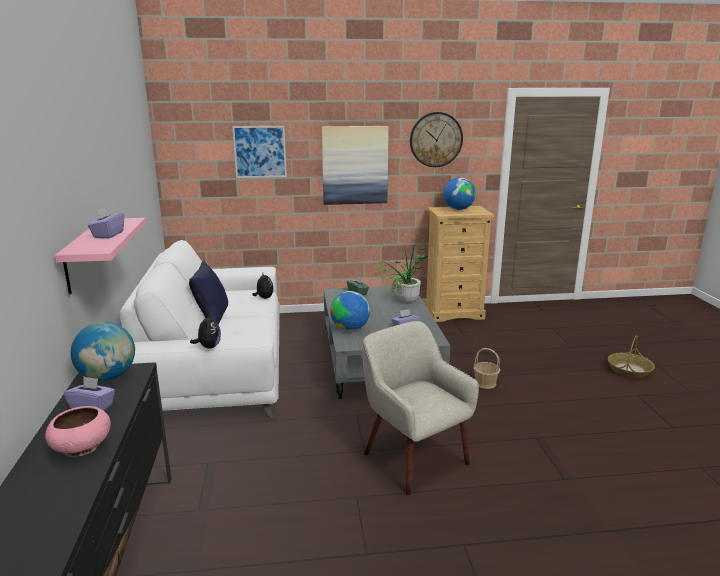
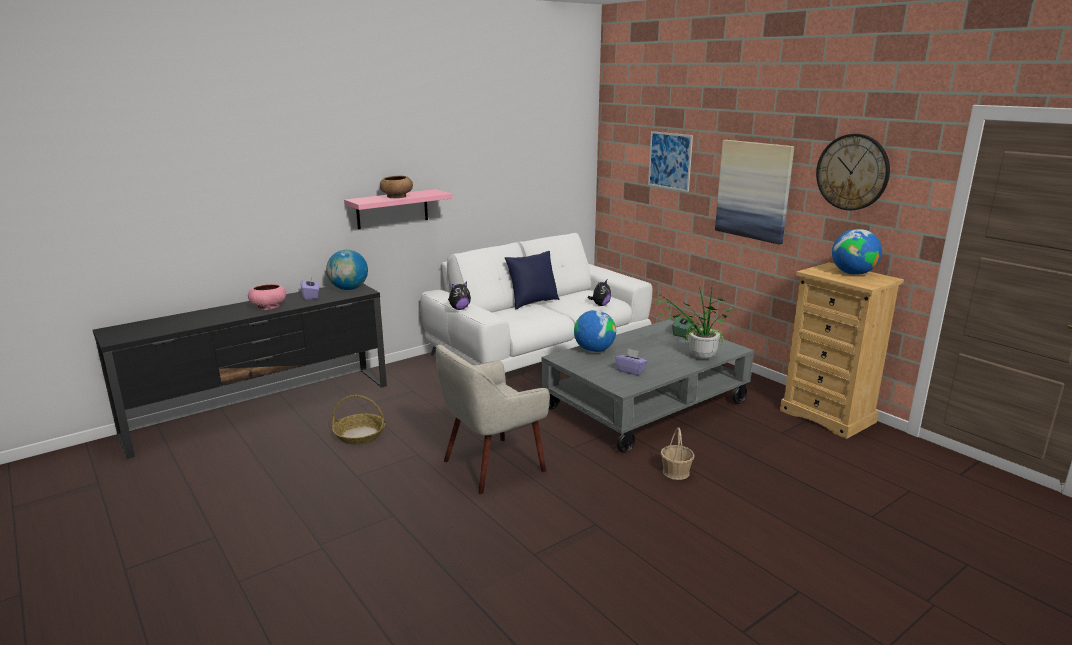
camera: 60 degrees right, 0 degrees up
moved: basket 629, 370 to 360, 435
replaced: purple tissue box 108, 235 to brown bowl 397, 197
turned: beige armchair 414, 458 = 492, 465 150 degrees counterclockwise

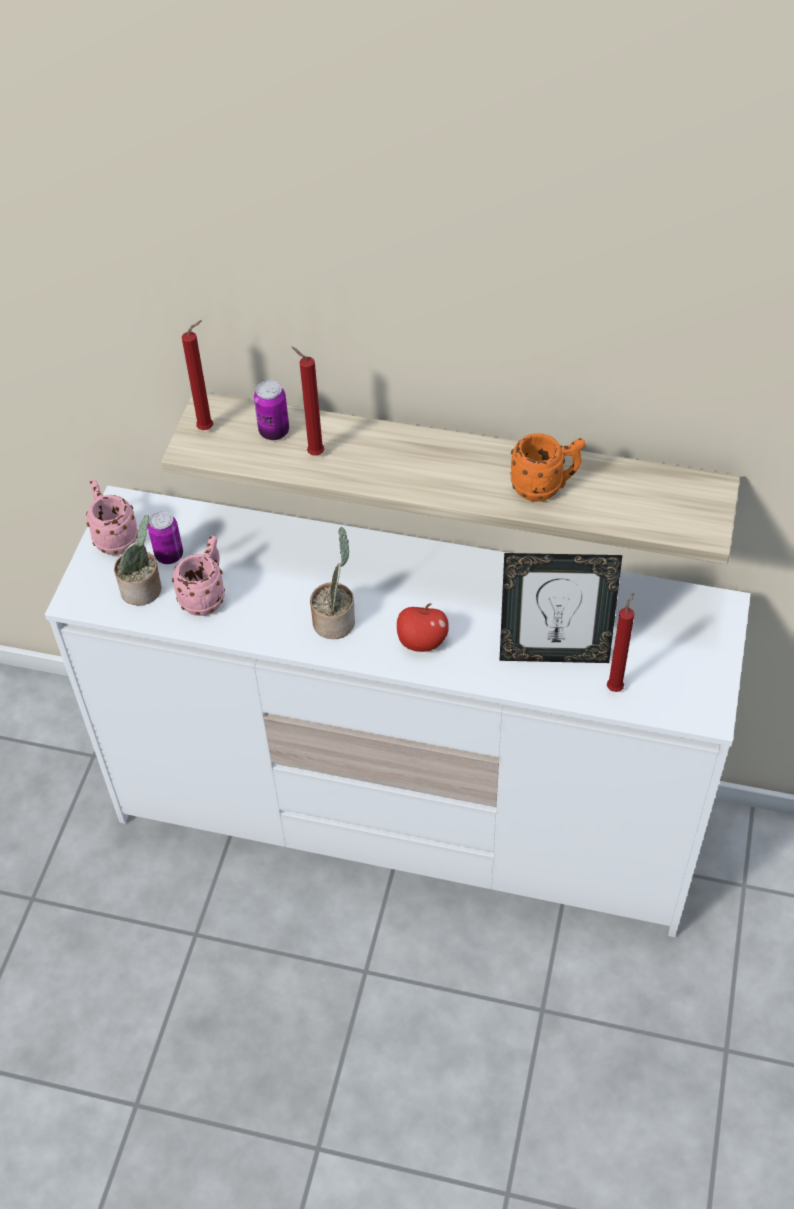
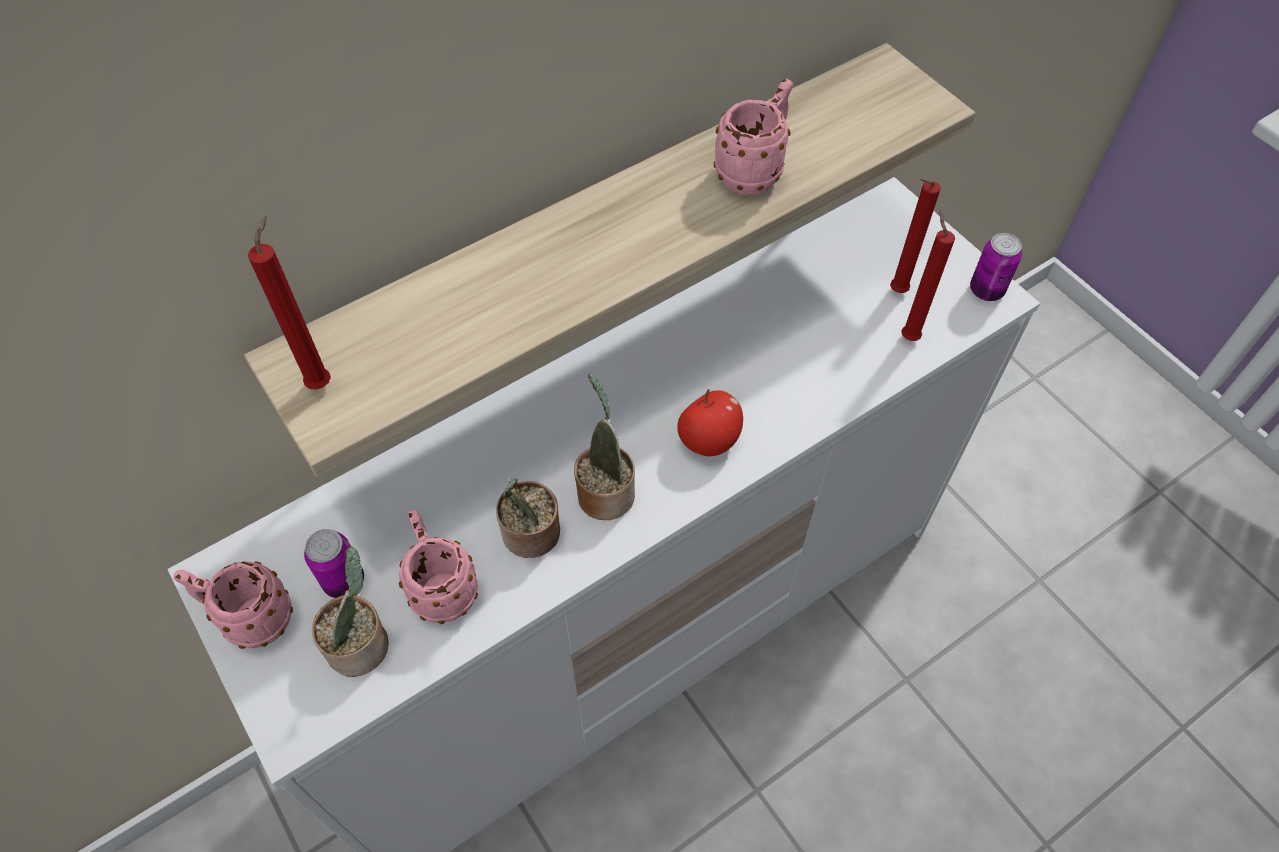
camera: 50 degrees left, 5 degrees up
removed: picture frame 554, 654
added: potted plant 530, 536
moved: red candle 313, 453 to 895, 292; can 274, 432 to 986, 290
recoloured: orange mug 545, 487 to pink mug 754, 171

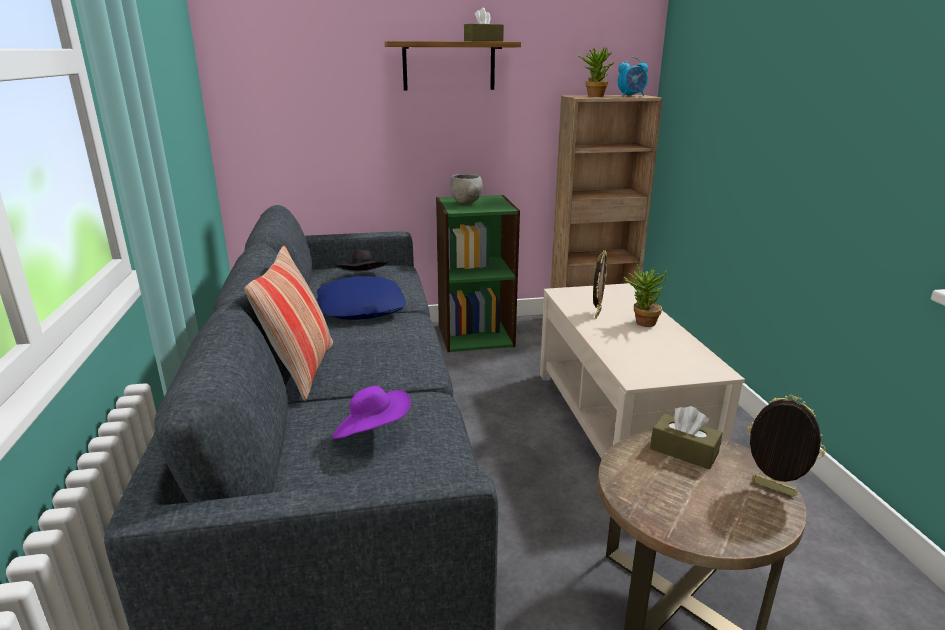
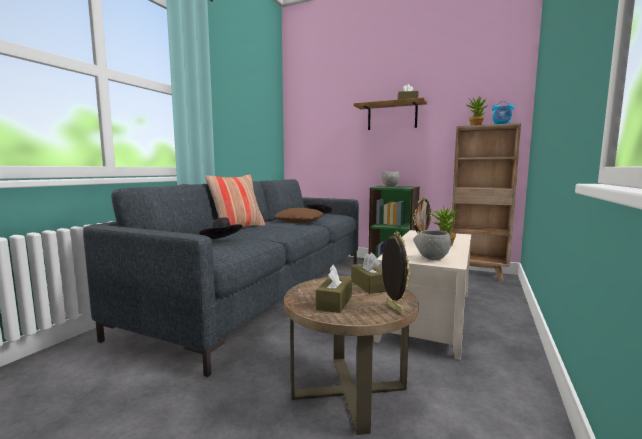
camera: 35 degrees right, 15 degrees down
added: brown tissue box 334, 302; grey bowl 431, 259
recoloured: purple hat 372, 433 to black hat 222, 242; blue pillow 362, 308 to brown pillow 300, 221

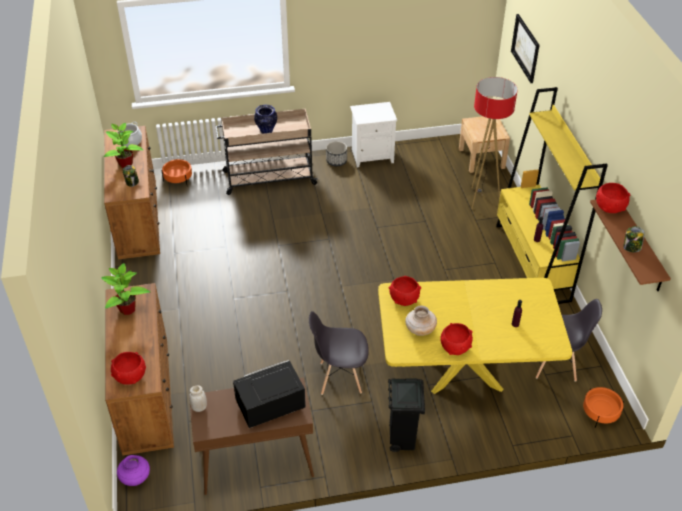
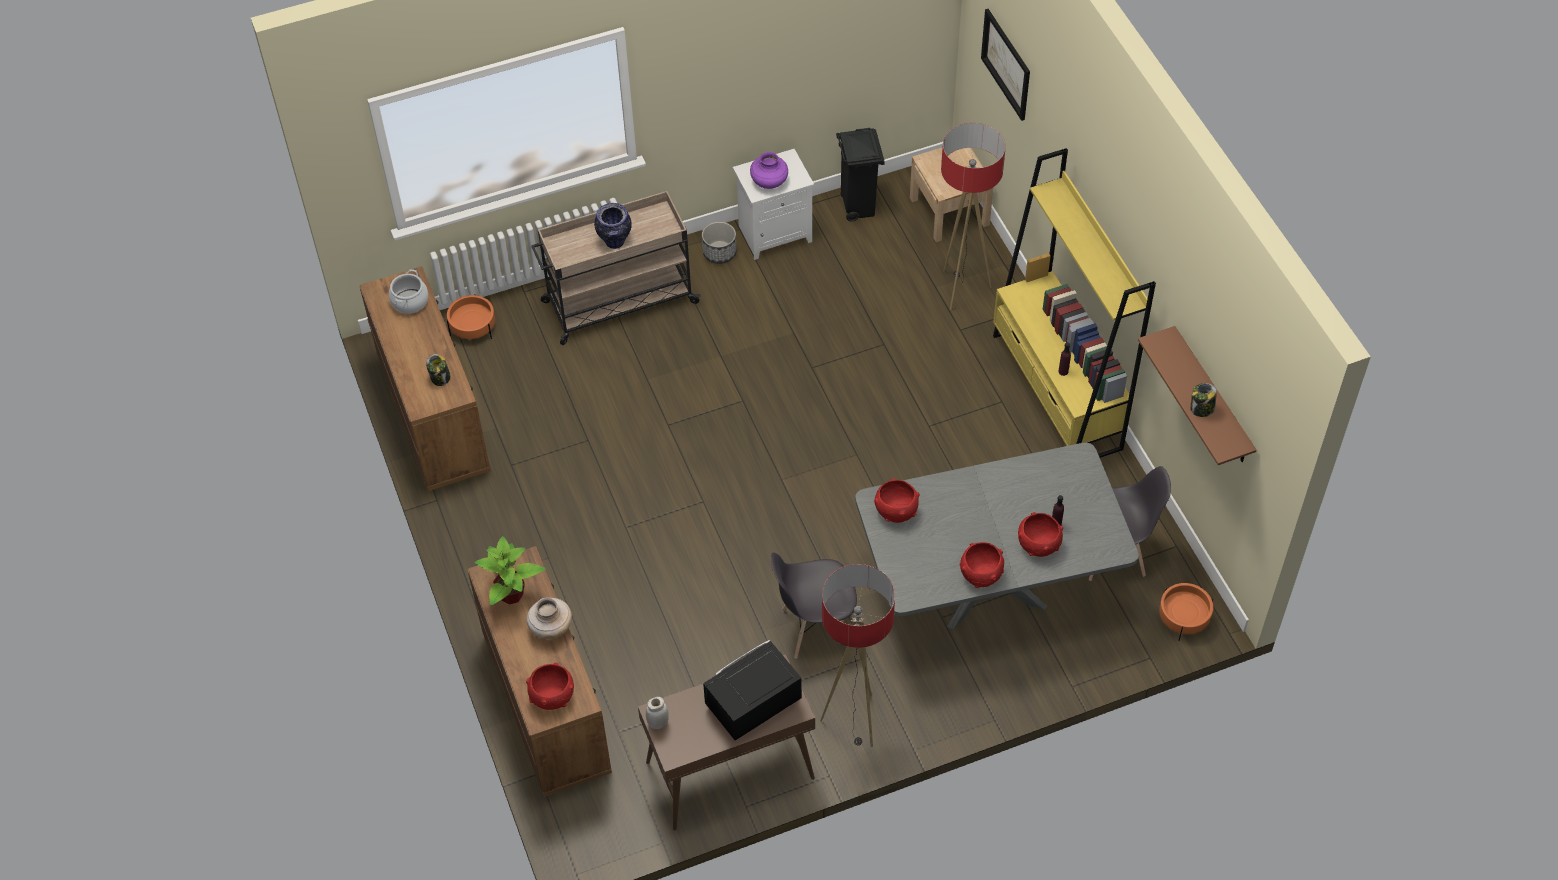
camera: 10 degrees left, 10 degrees up
removed: potted plant 125, 164
added: floor lamp 854, 721
moved: beige vase 420, 330 to 550, 628; purple vase 135, 478 to 769, 182; black trash can 402, 439 to 858, 207; red bowl 609, 208 to 1038, 545
recoloured: yellow dining table 463, 373 to grey dining table 987, 591

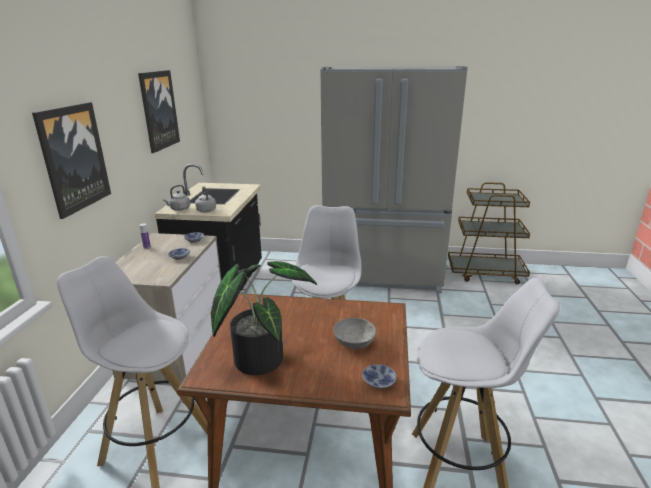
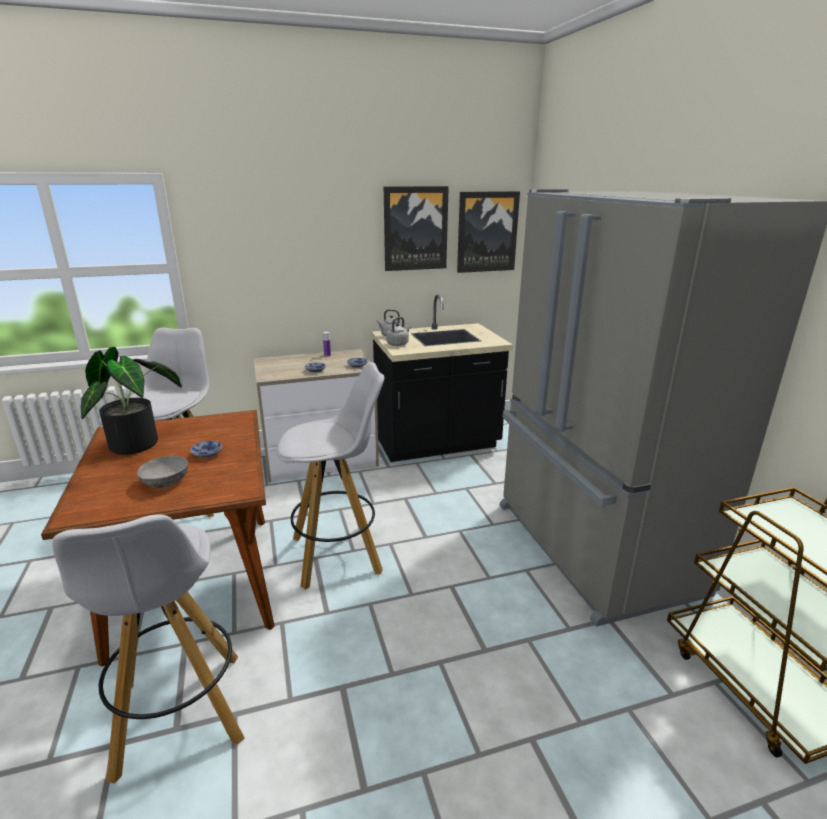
camera: 65 degrees right, 0 degrees up
moved: bowl 378, 382 to 206, 454; picture 73, 158 to 487, 232

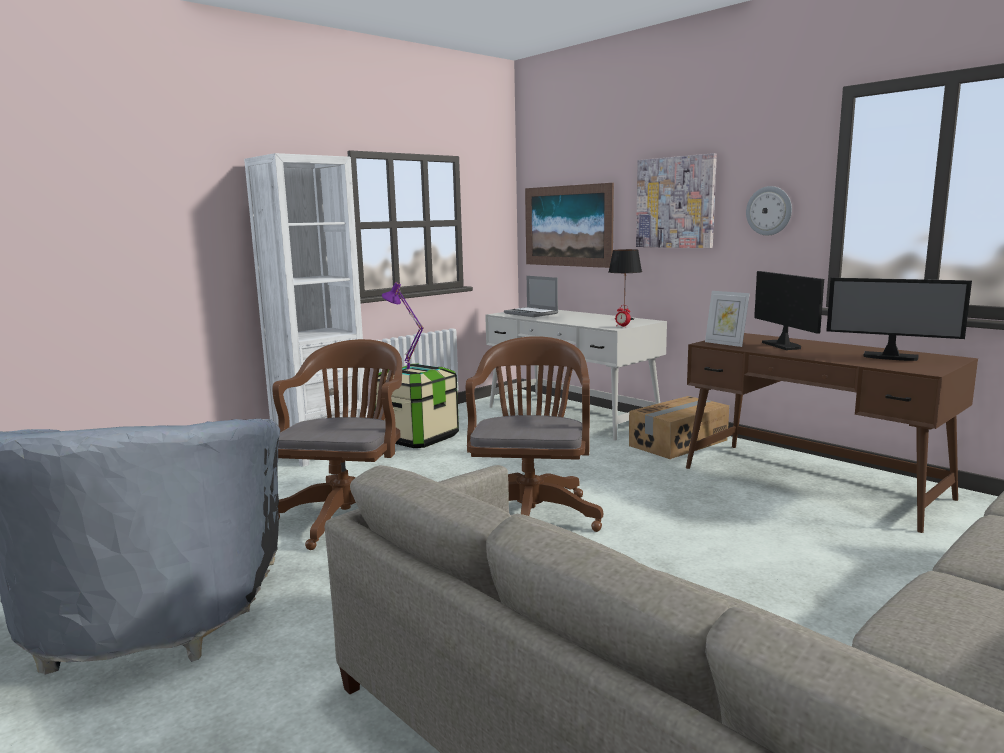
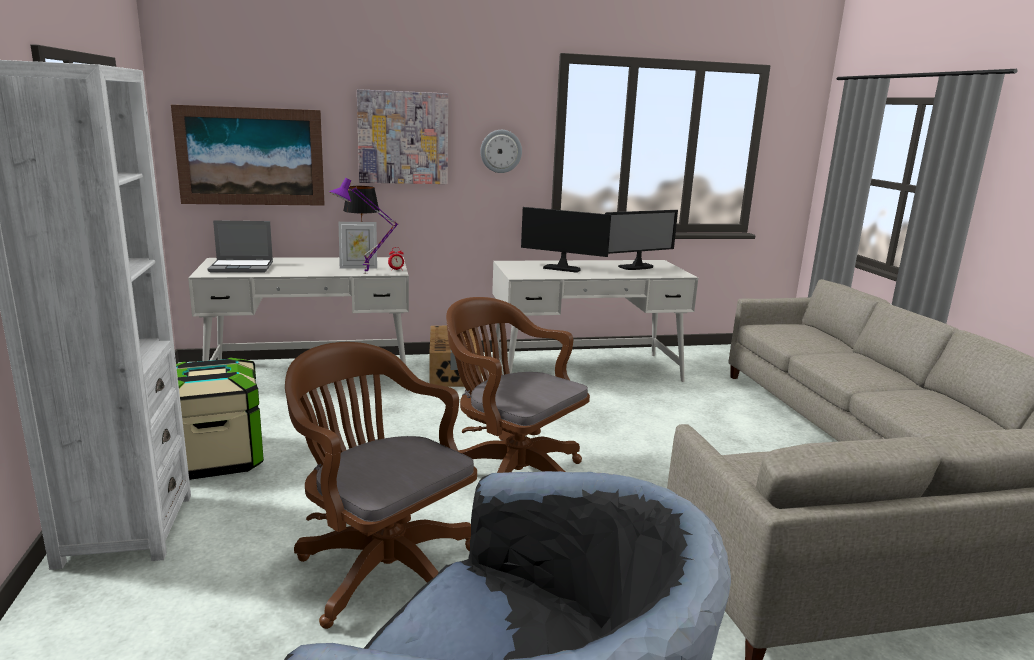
camera: 60 degrees left, 5 degrees up
moved: purple table lamp 406, 371 to 366, 274; picture frame 725, 343 to 358, 267
recoloured: brown desk 812, 483 to white desk 586, 371

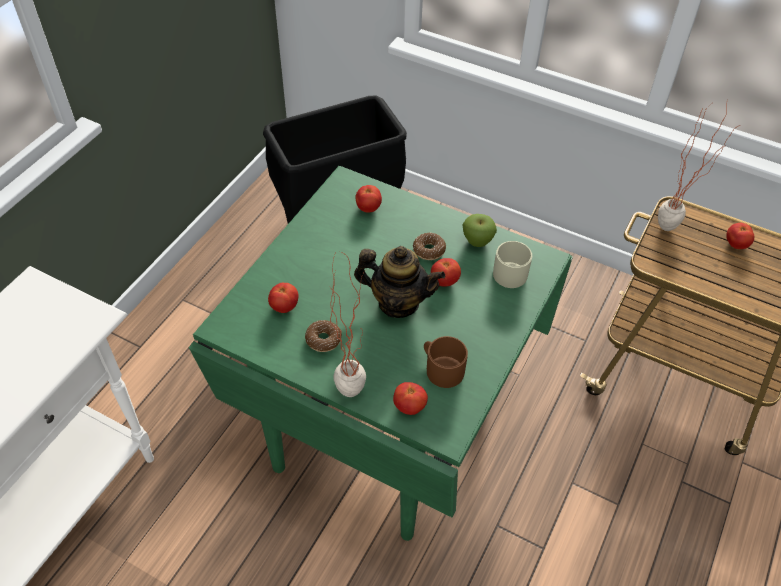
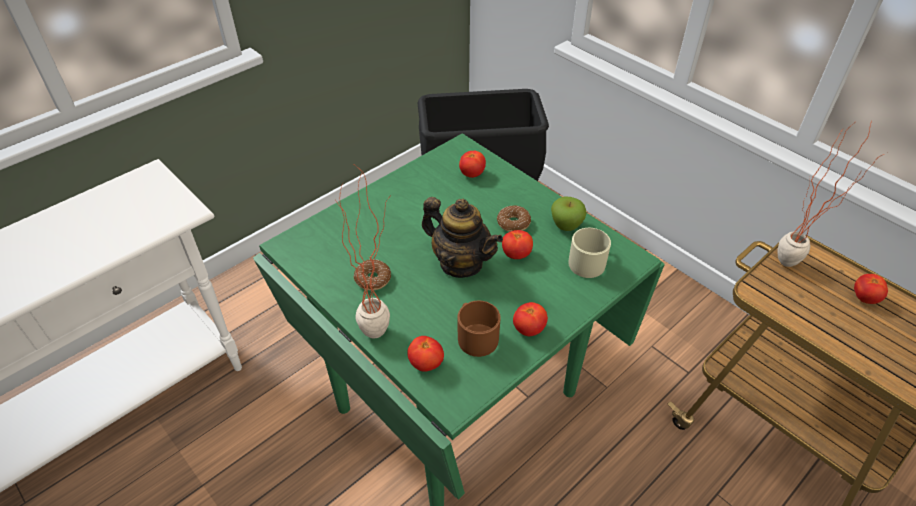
camera: 20 degrees right, 5 degrees down
moved: tomato 284, 306 to 528, 329

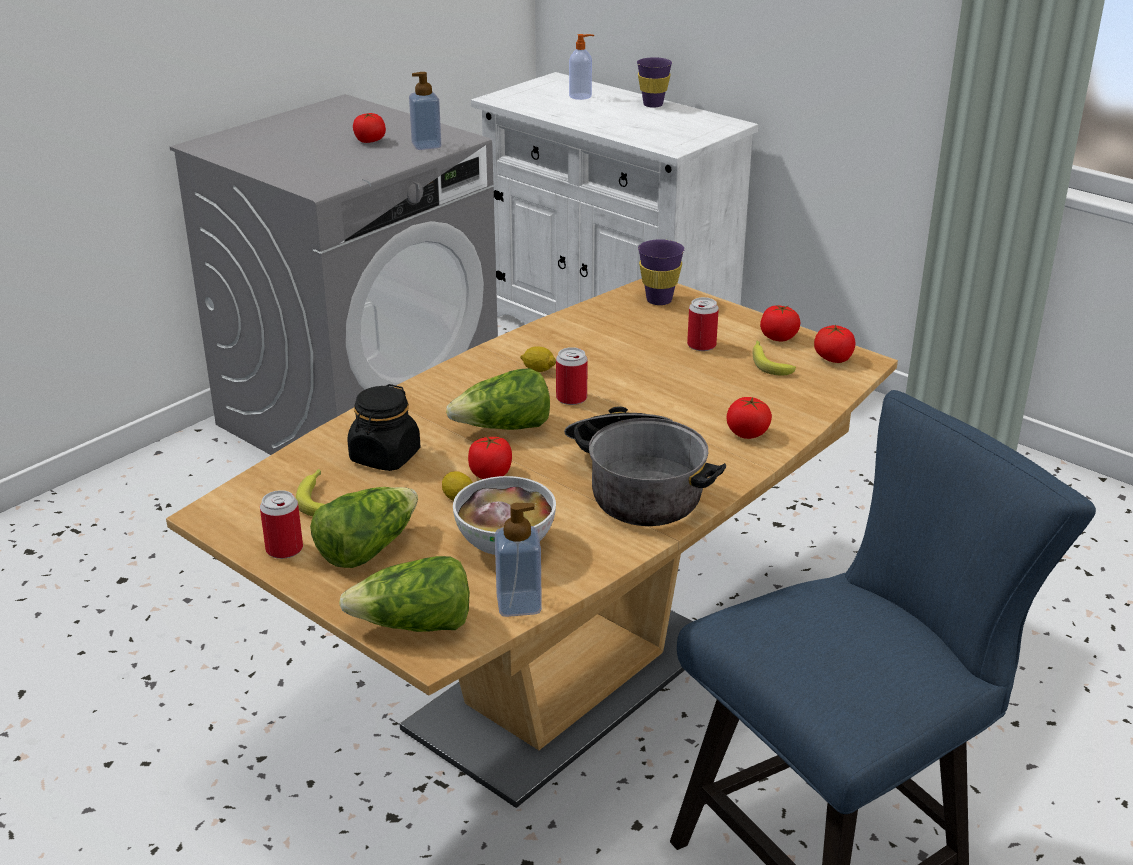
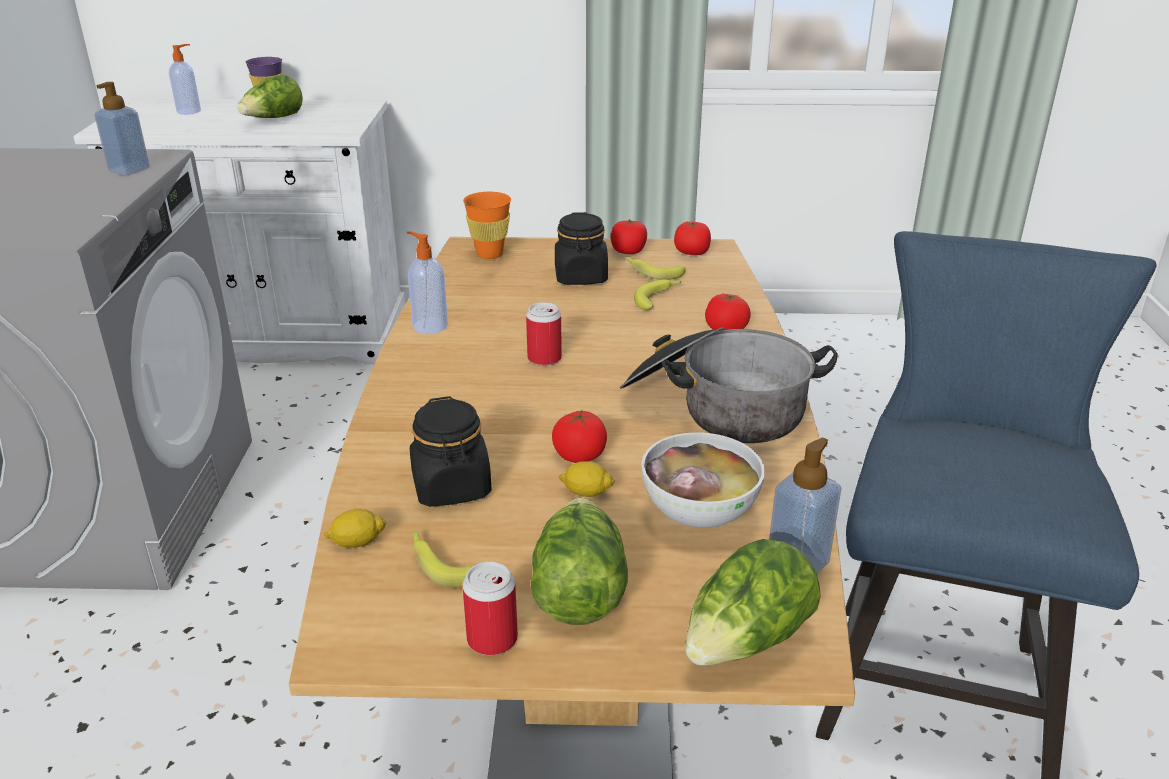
camera: 40 degrees left, 0 degrees up
removed: tomato 369, 141
added: soap dispenser 429, 326; banana 659, 298
moved: lettuce 504, 428 to 273, 119; lemon 538, 369 to 357, 542
replaced: can 701, 345 to black jar 581, 277
recoloured: purple cup 659, 300 to orange cup 490, 254

